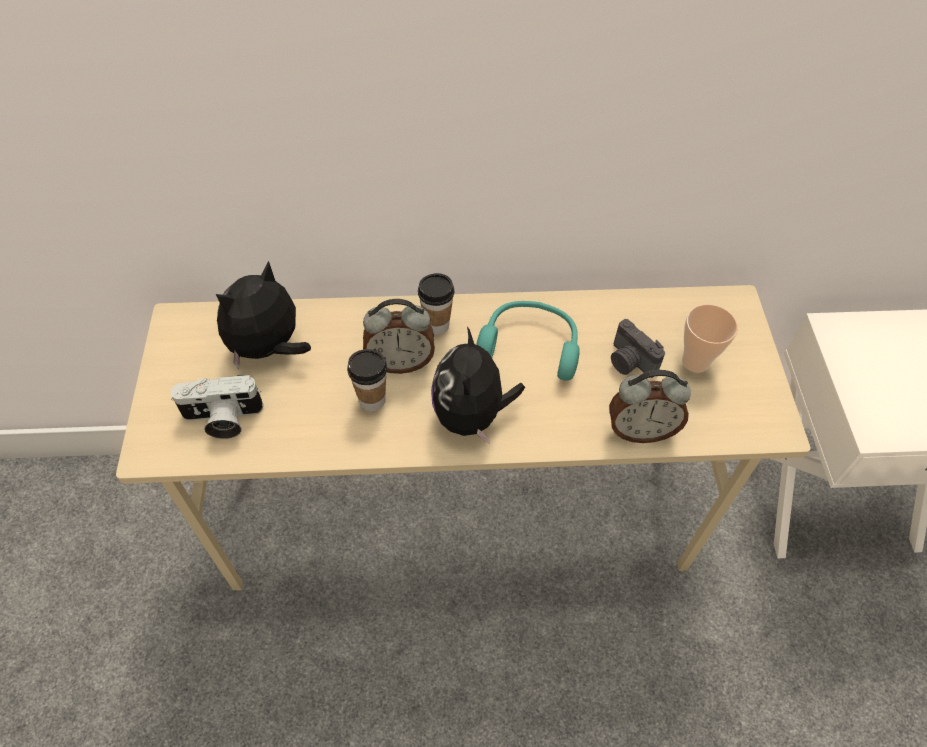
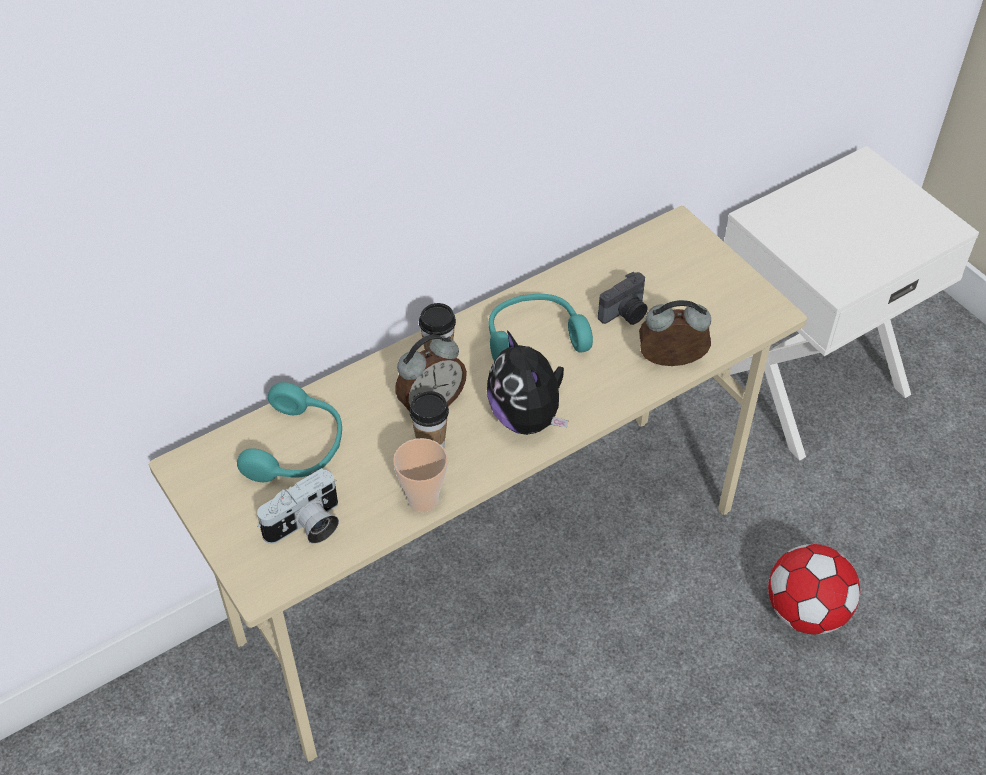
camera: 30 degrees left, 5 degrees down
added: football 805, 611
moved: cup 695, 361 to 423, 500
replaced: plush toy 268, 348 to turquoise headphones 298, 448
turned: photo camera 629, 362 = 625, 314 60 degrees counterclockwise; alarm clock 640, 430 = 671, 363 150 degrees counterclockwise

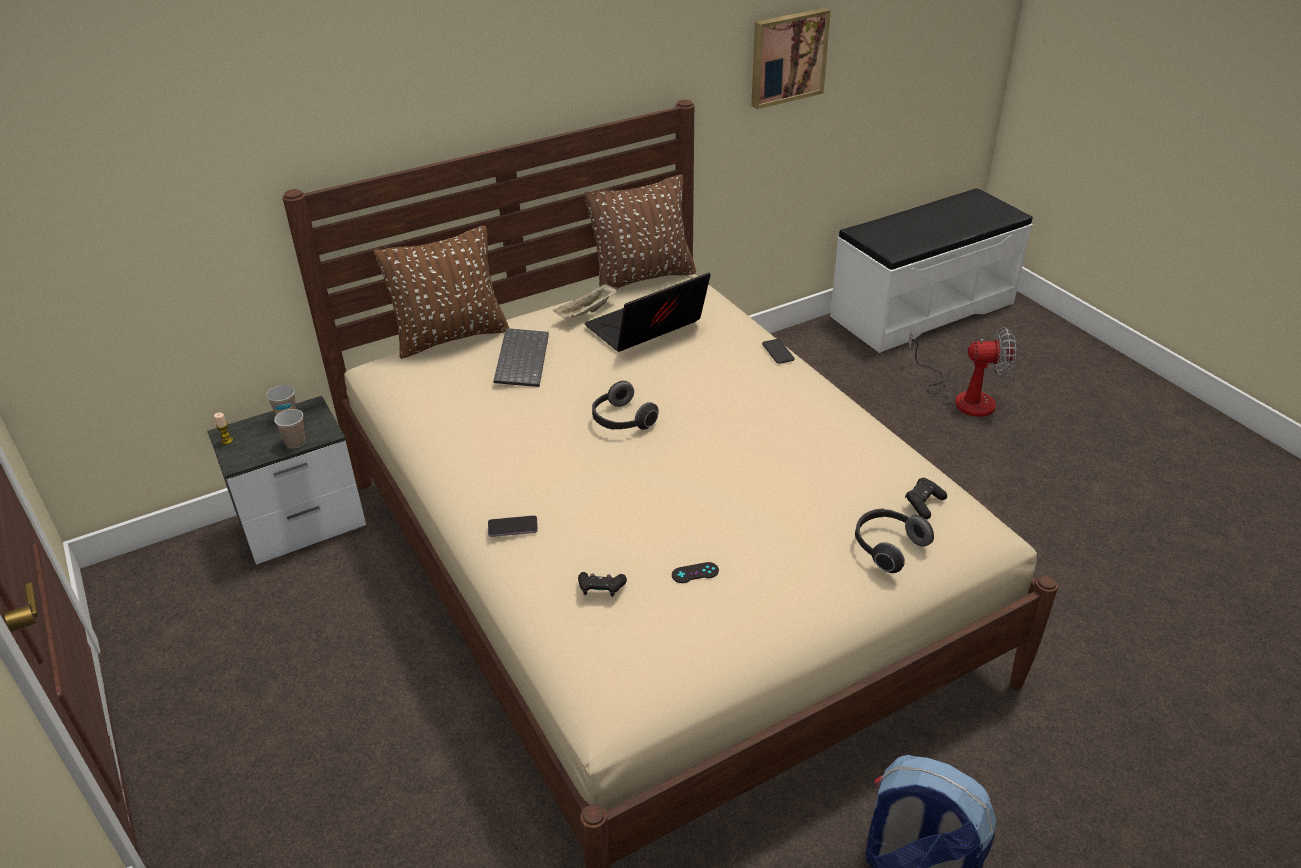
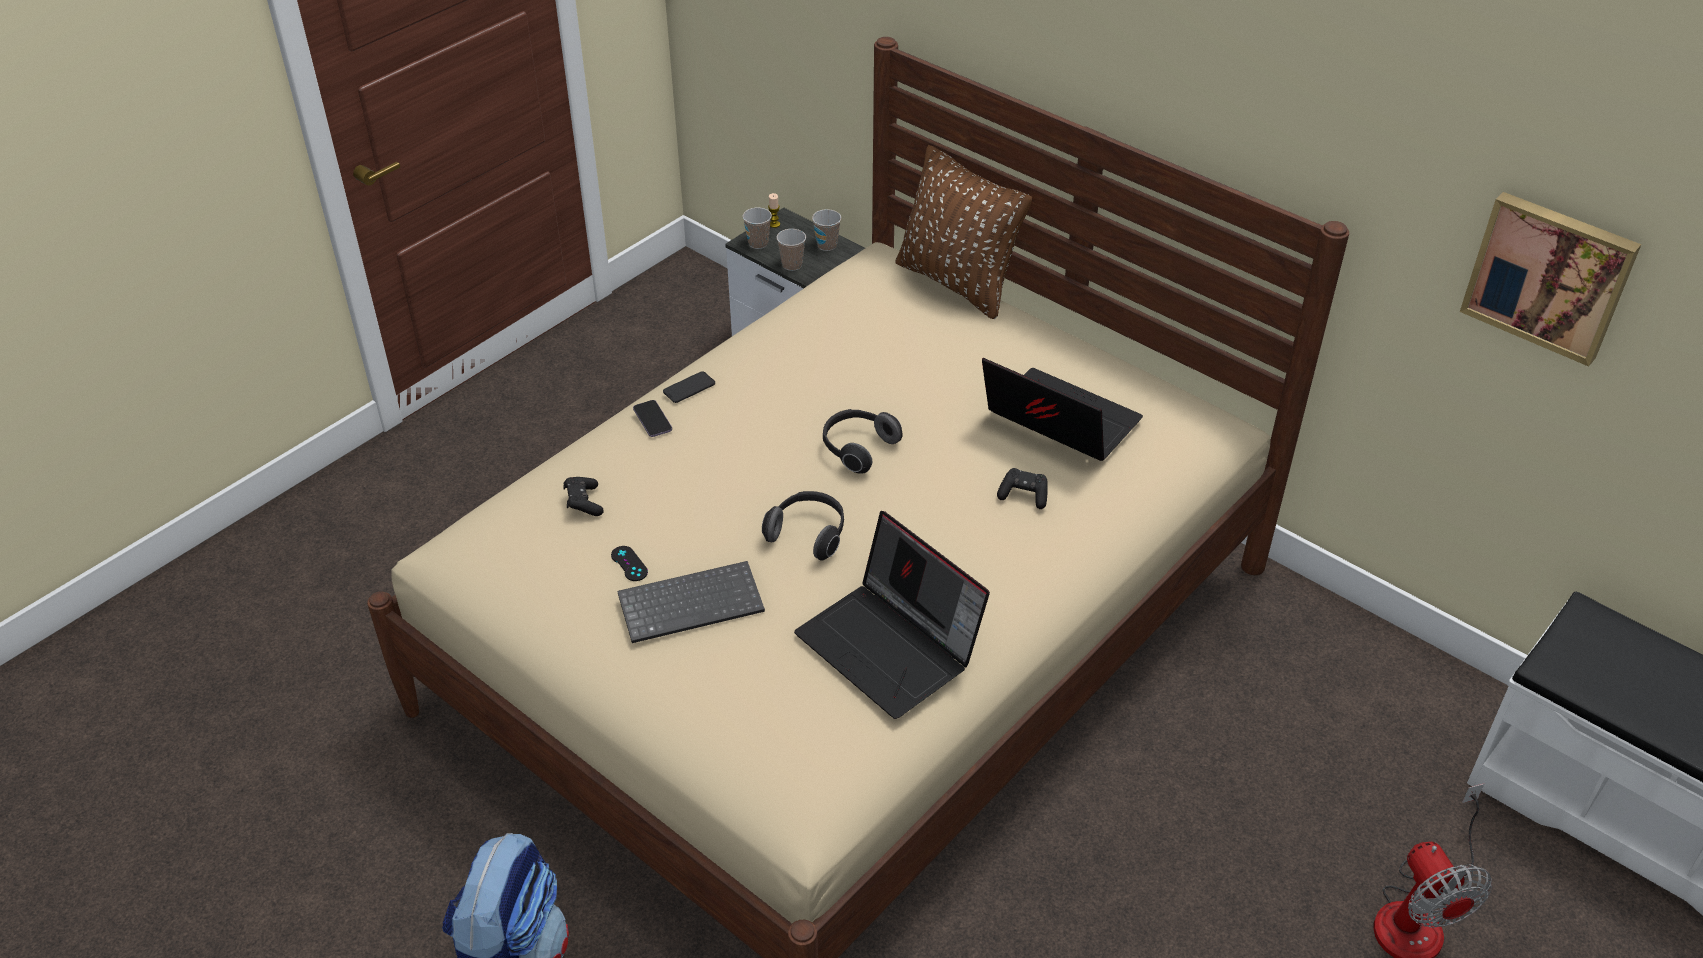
camera: 70 degrees right, 5 degrees up
removed: beige tray 587, 313; brown pillow 642, 277
added: cup 758, 243; laptop 891, 647
moved: keyboard 520, 359 to 692, 602; phone 778, 352 to 689, 388; headphones 887, 547 to 808, 534; black game controller 923, 504 to 1024, 495

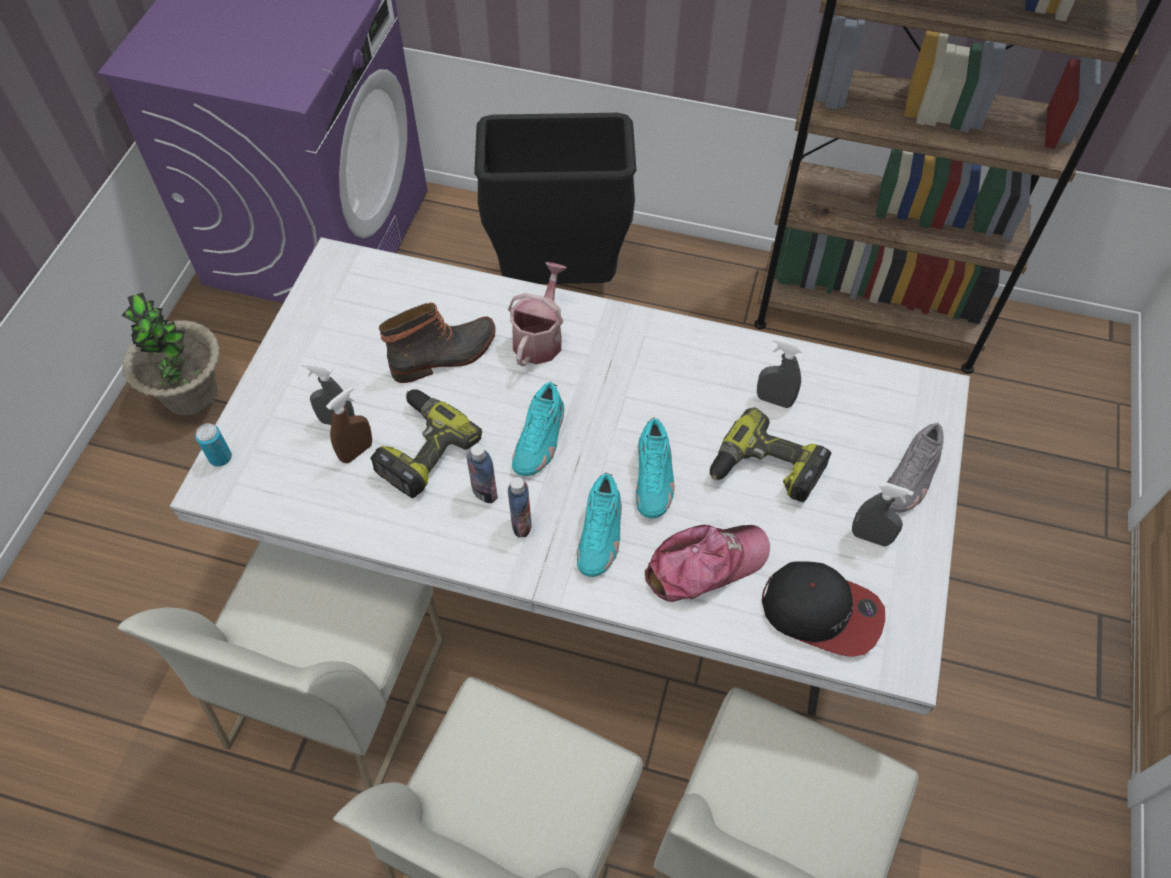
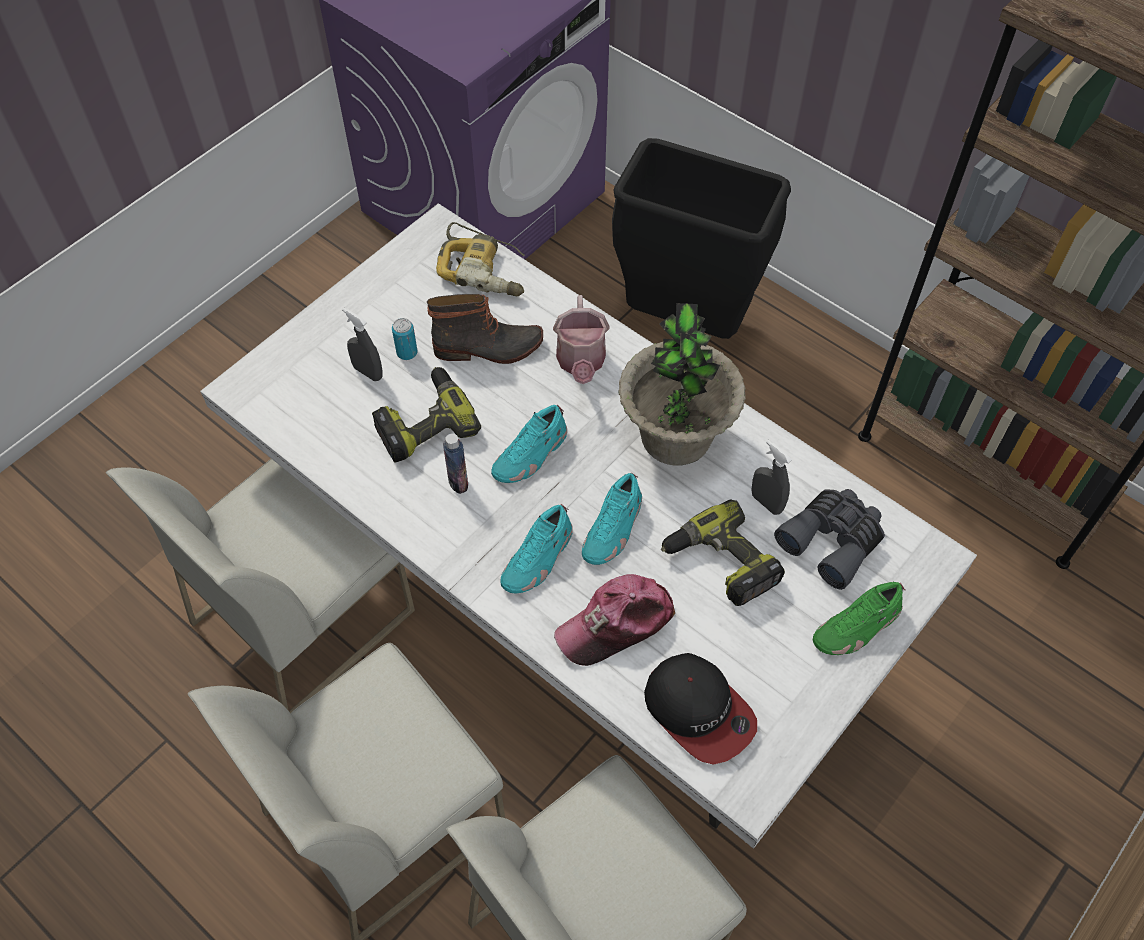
camera: 25 degrees right, 0 degrees up
removed: brown spray bottle 356, 451; bottle 521, 524; grey spray bottle 870, 537
added: power drill 485, 269; grey binoculars 832, 540
moved: can 220, 457 to 407, 352; potted plant 190, 393 to 675, 436
recoloured: grey shoe 910, 478 to green shoe 857, 627
turned: watering can 540, 337 = 581, 363 135 degrees clockwise; cap 705, 565 = 616, 624 150 degrees clockwise

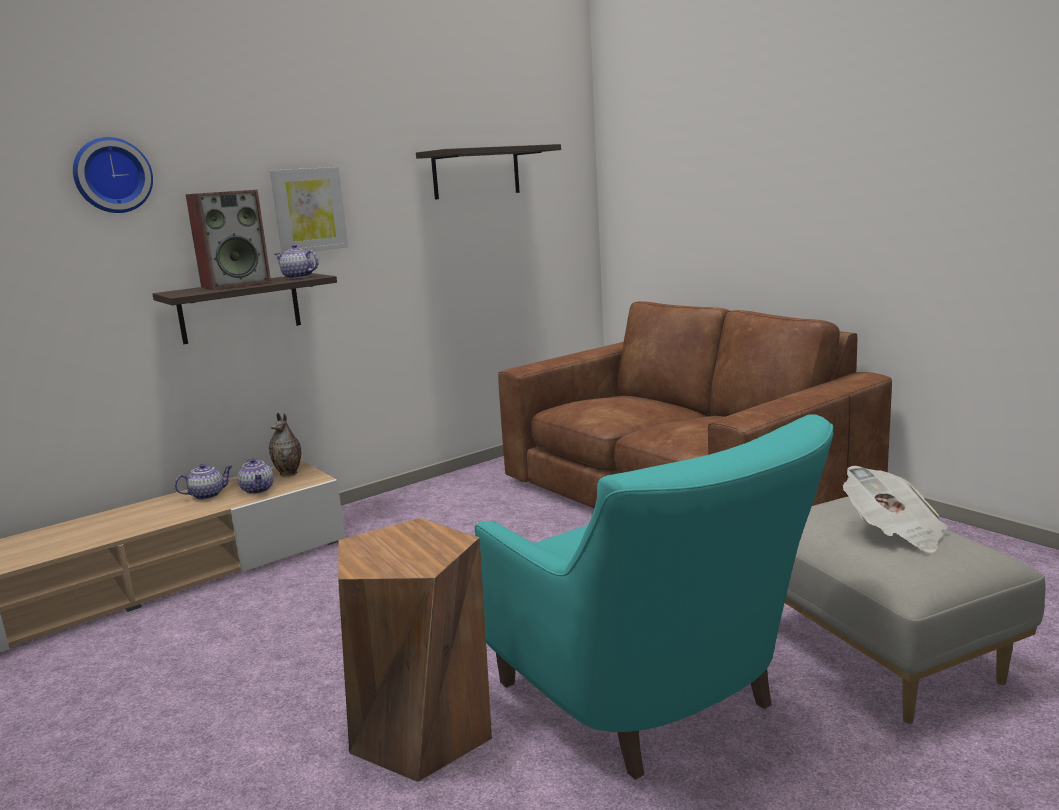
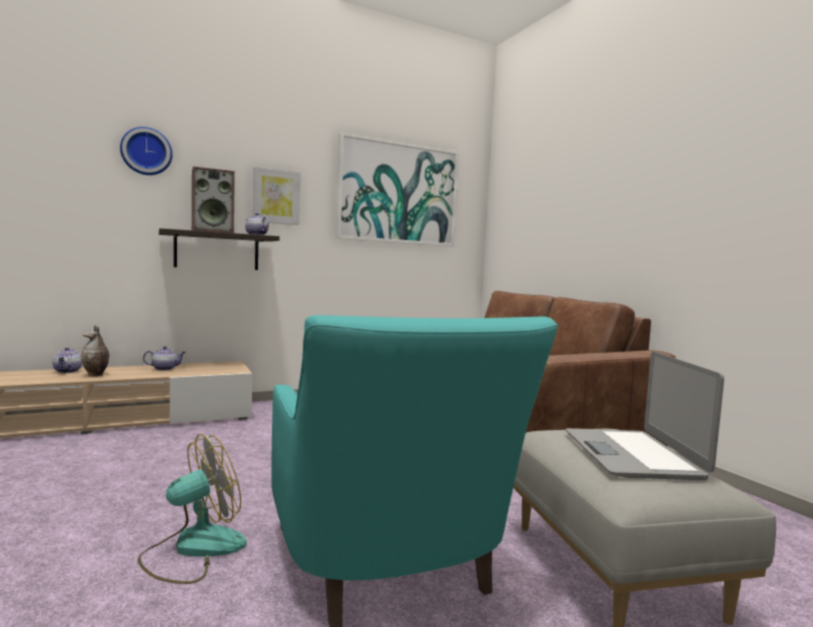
camera: 10 degrees right, 10 degrees down
moved: teapot 258, 490 to 68, 371; vase 289, 473 to 96, 375
replaced: brown stool 422, 731 to fan 193, 549; shelf 476, 173 to picture 398, 193; newspaper 894, 533 to laptop 632, 455

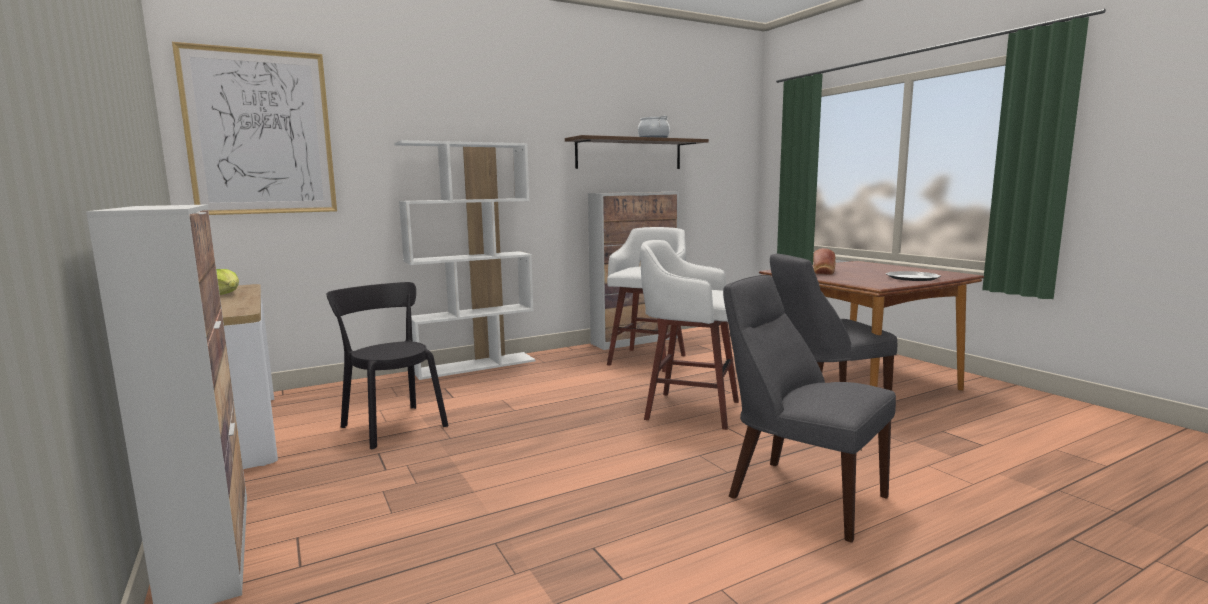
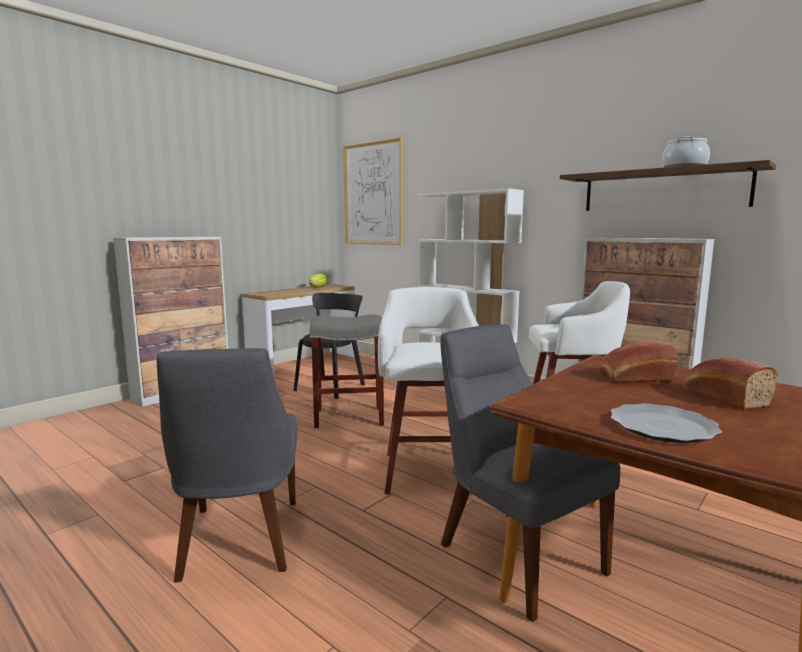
camera: 70 degrees right, 0 degrees up
added: grey stool 350, 417; bread 723, 396
turned: grey chair 800, 494 = 239, 542 150 degrees clockwise

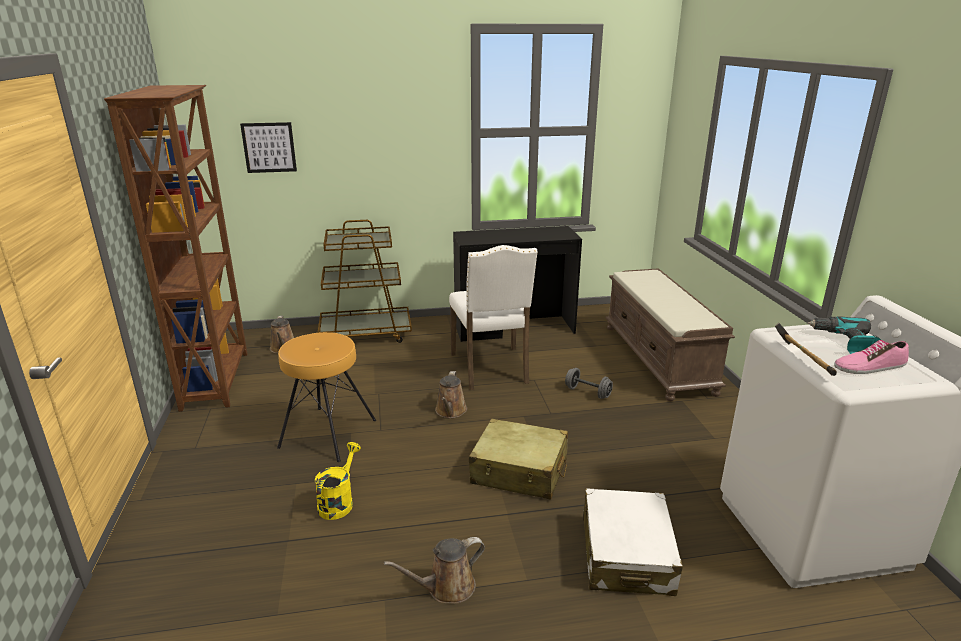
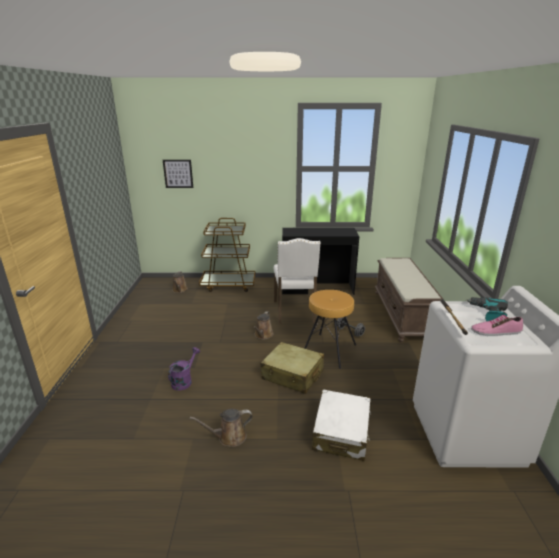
camera: 10 degrees right, 0 degrees up
removed: brown bookcase 217, 380
moved: brown stool 327, 433 to 328, 350
recoloured: yellow watering can 338, 502 to purple watering can 184, 381

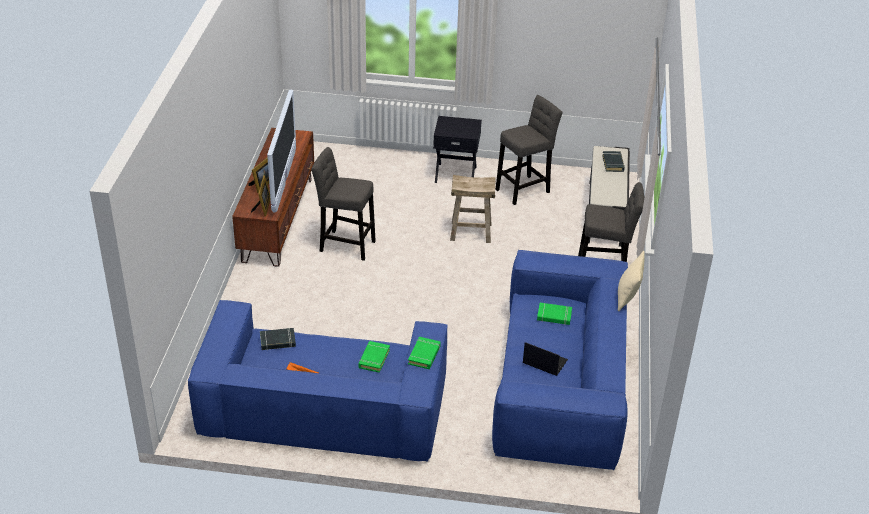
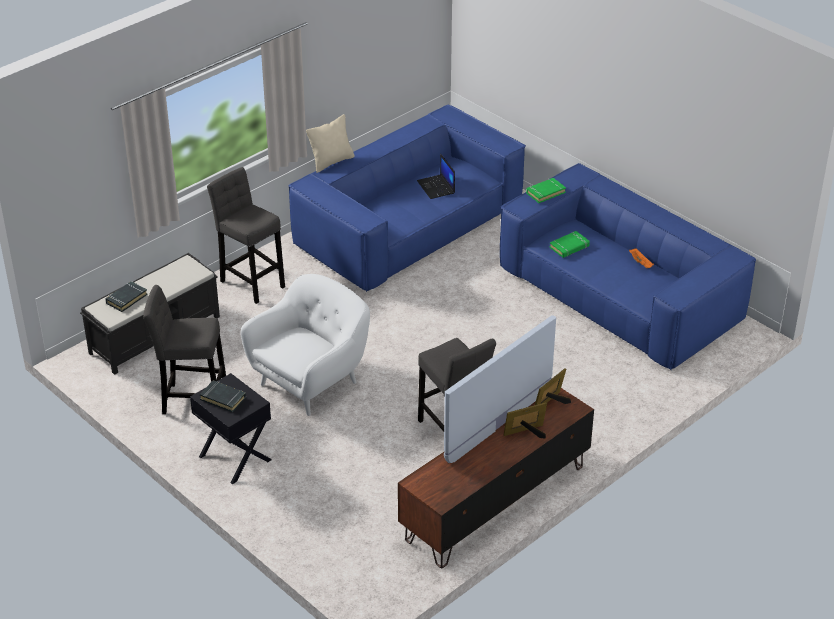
camera: 140 degrees left, 0 degrees up
removed: green book 554, 316
moved: black book 277, 341 to 223, 398
replaced: beige stool 470, 232 to white armchair 311, 381

